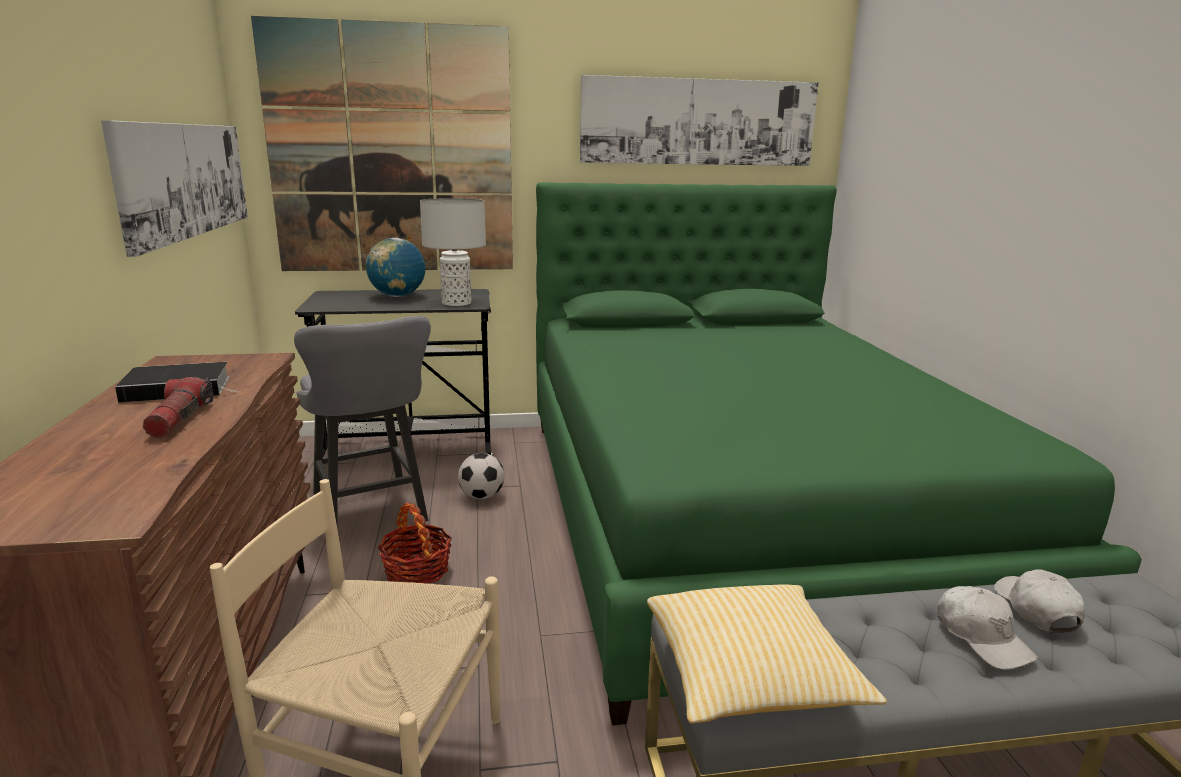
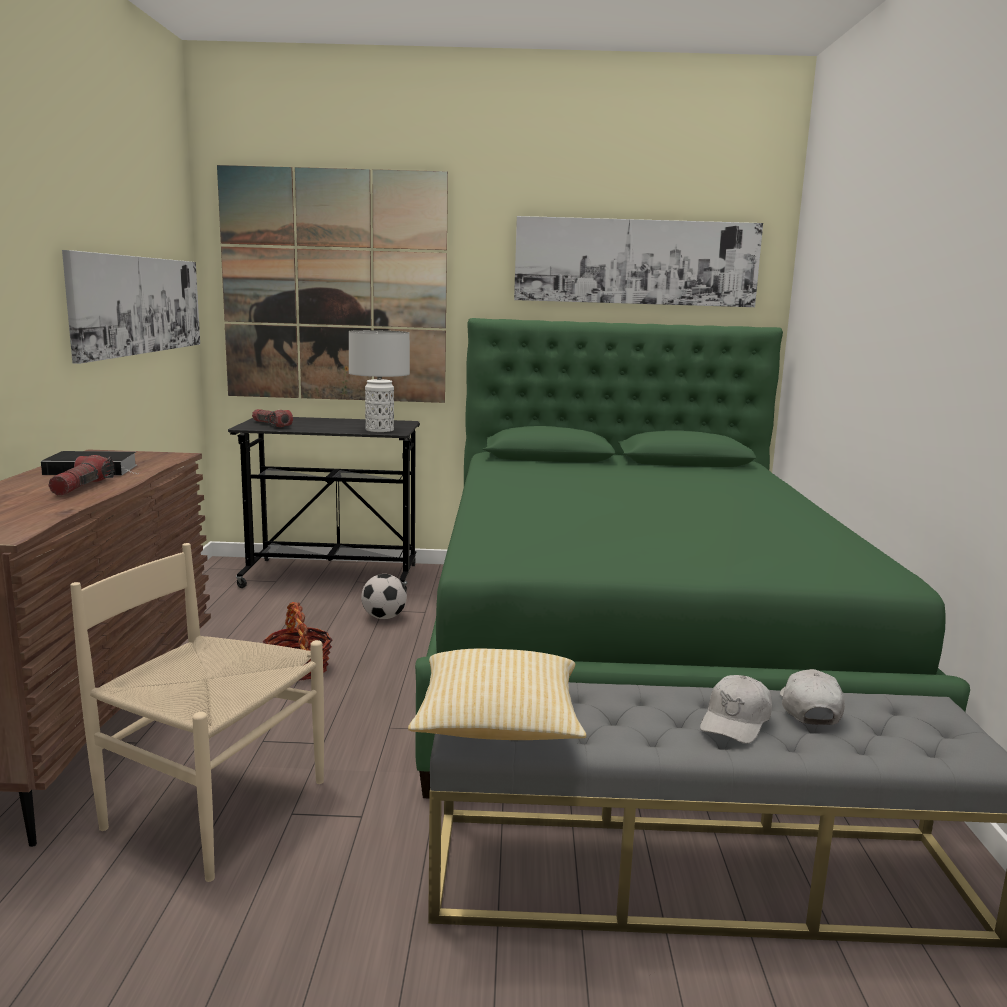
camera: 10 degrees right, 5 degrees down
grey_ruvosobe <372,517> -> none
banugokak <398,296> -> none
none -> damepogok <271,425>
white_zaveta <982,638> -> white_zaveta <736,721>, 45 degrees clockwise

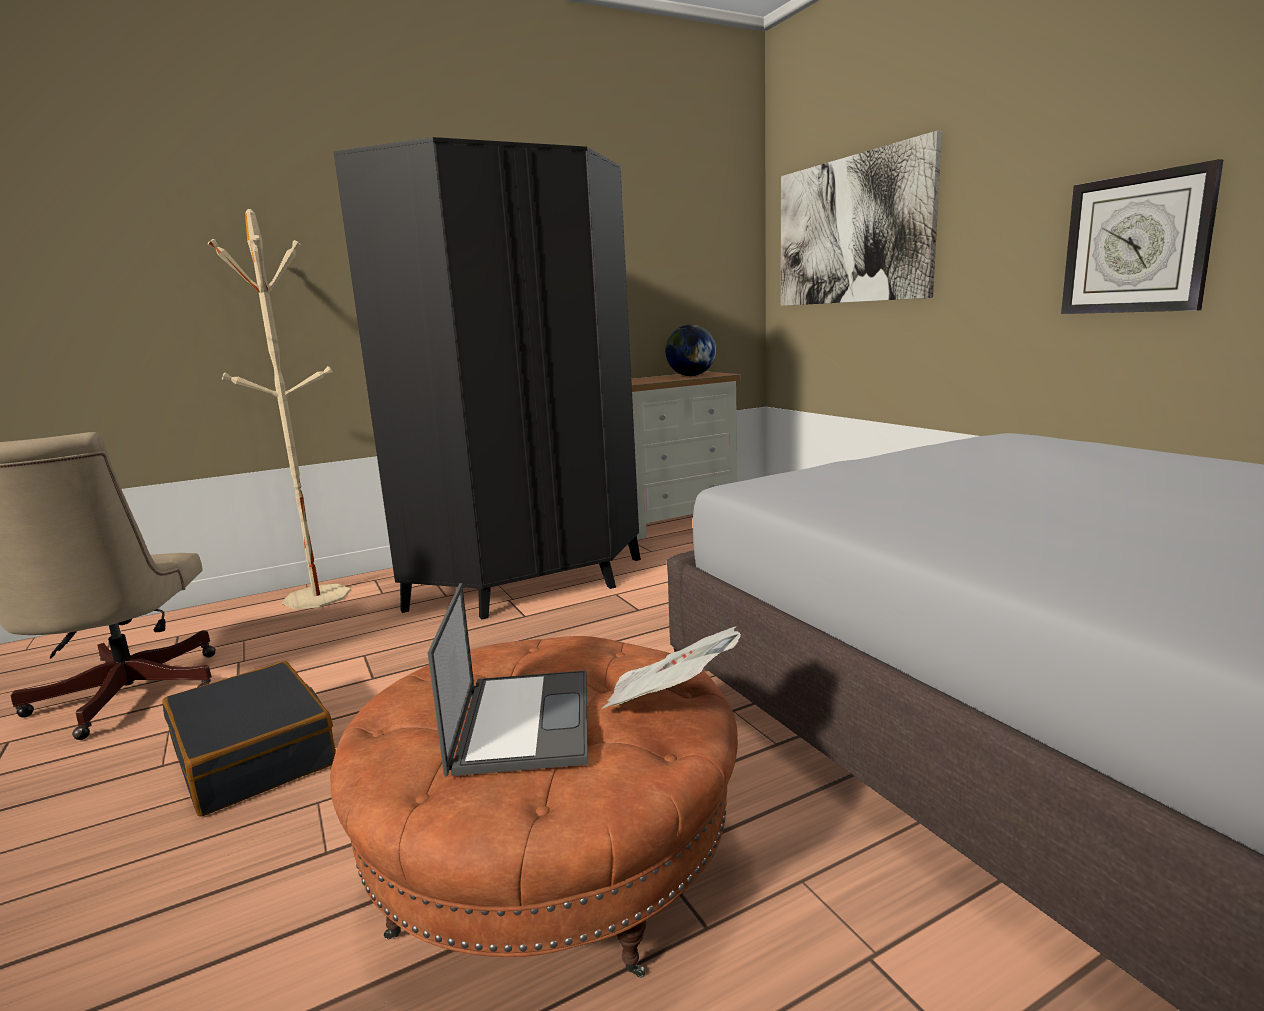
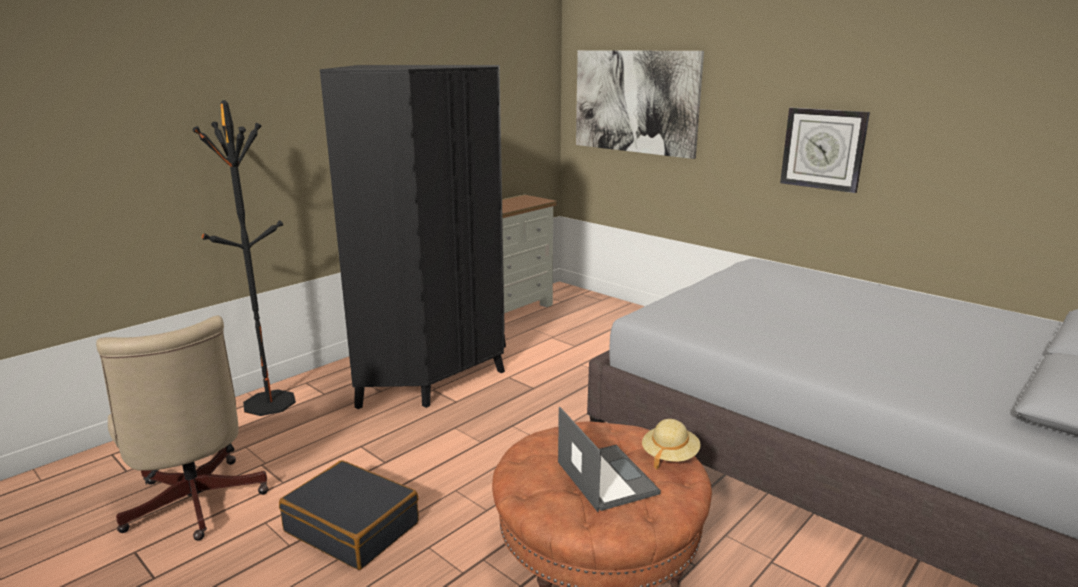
camera: 20 degrees left, 5 degrees up
banugokak <691,376> -> none
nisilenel <669,701> -> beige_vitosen <669,455>
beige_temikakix <317,596> -> black_temikakix <269,402>

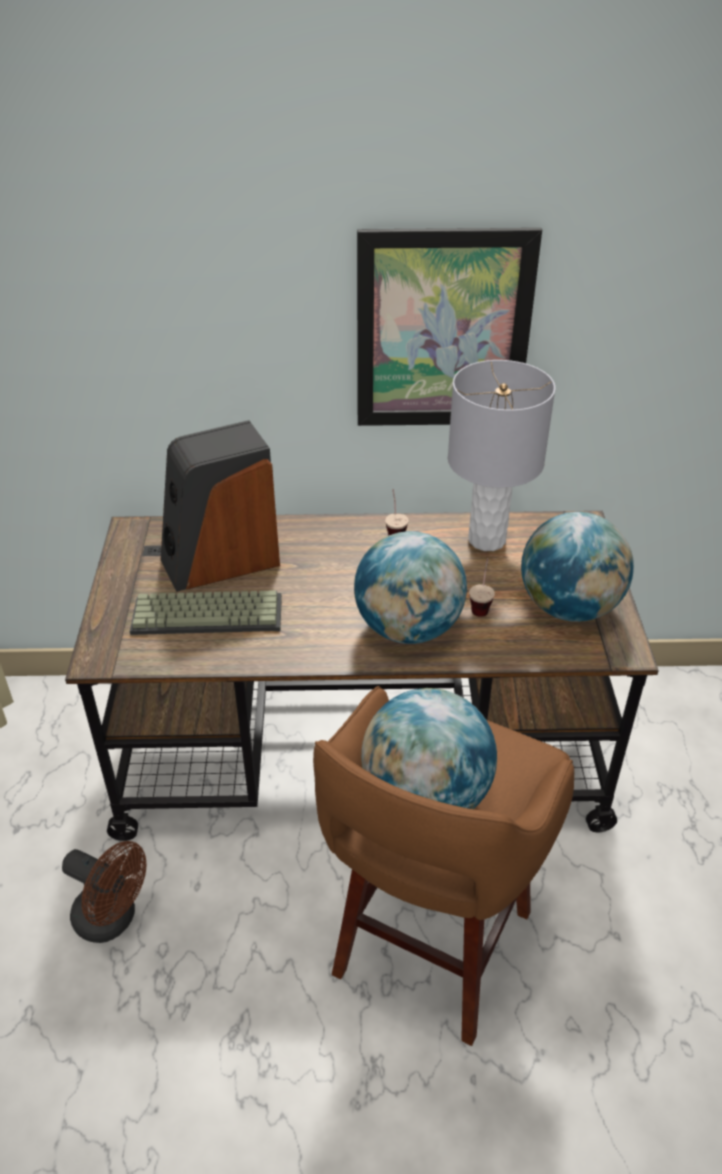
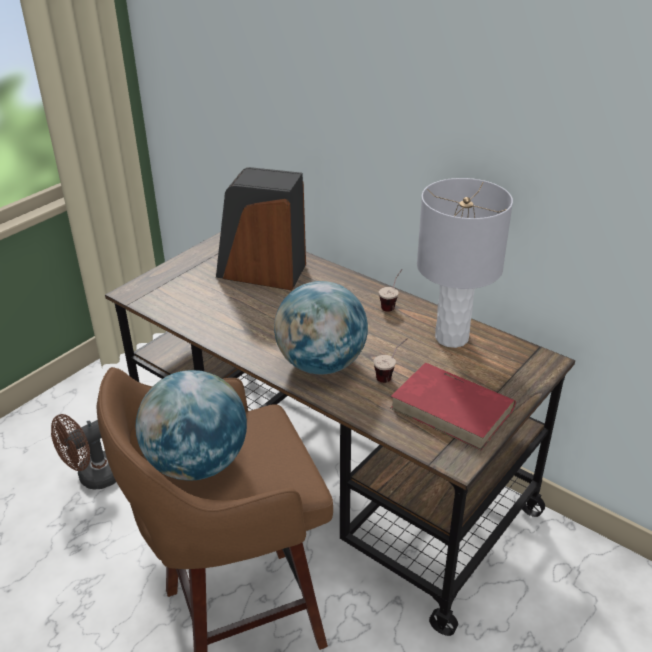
camera: 40 degrees right, 5 degrees down
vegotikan <209,613> -> none
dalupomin <443,331> -> none
banugokak <569,607> -> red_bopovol <453,409>
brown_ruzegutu <113,919> -> brown_ruzegutu <94,478>, 75 degrees clockwise

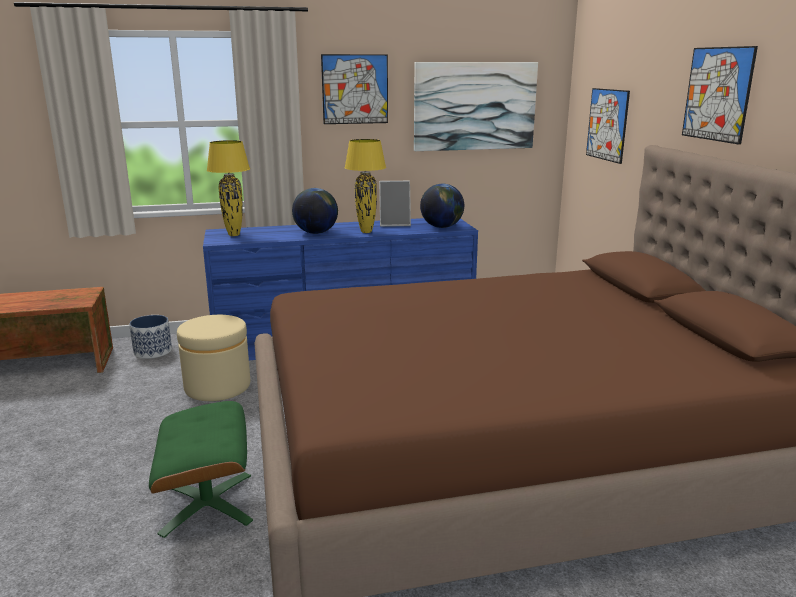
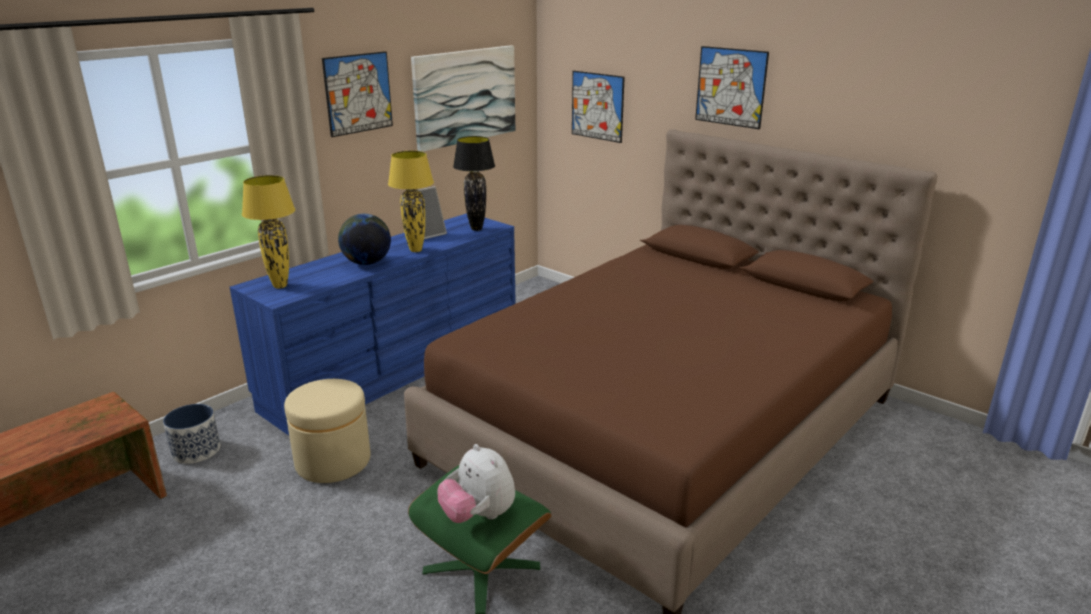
camera: 35 degrees left, 5 degrees up
none -> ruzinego <478,515>
banugokak <441,227> -> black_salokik <476,229>

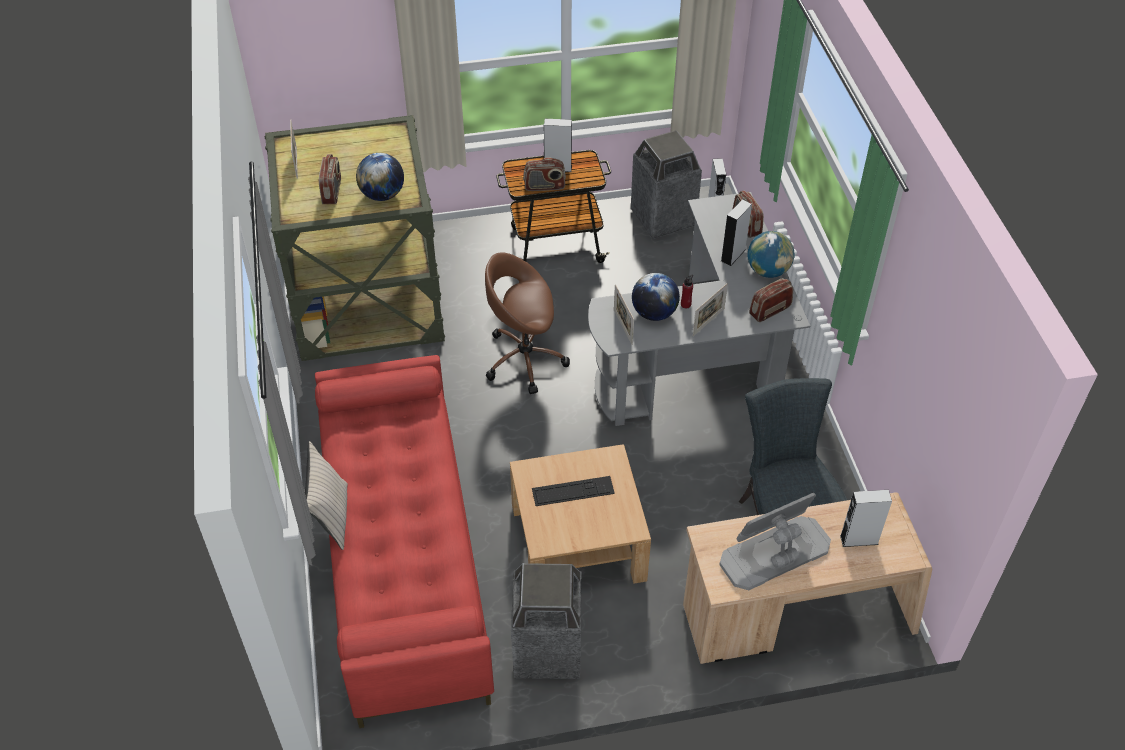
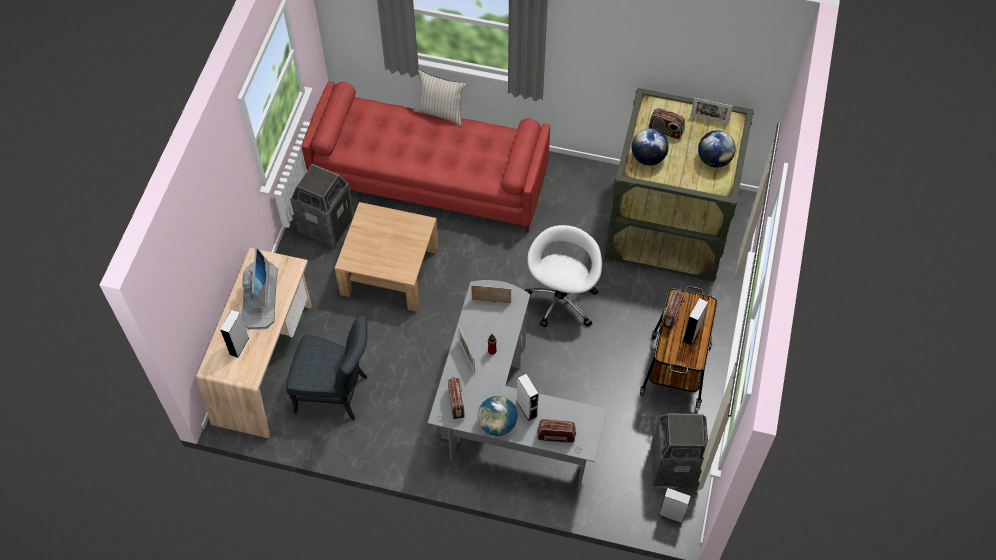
camera: 115 degrees right, 10 degrees up
vegotikan <573,491> -> none
banugokak <654,313> -> banugokak <714,160>, shifted
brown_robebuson <523,359> -> white_robebuson <562,300>

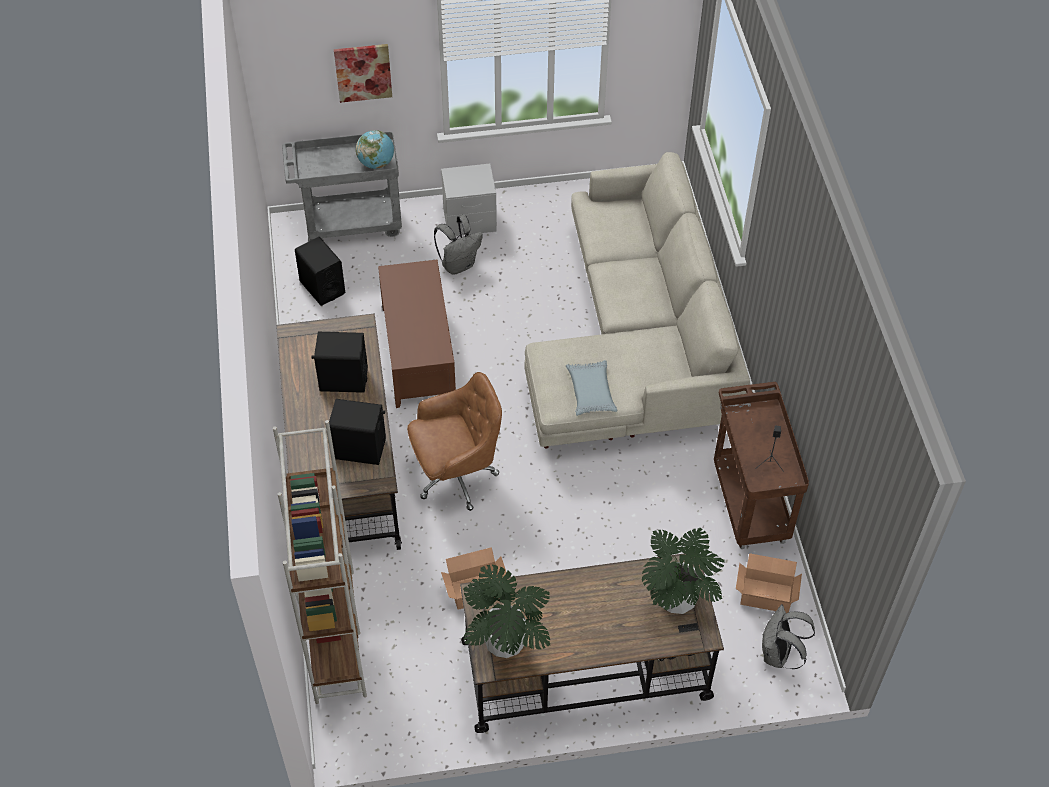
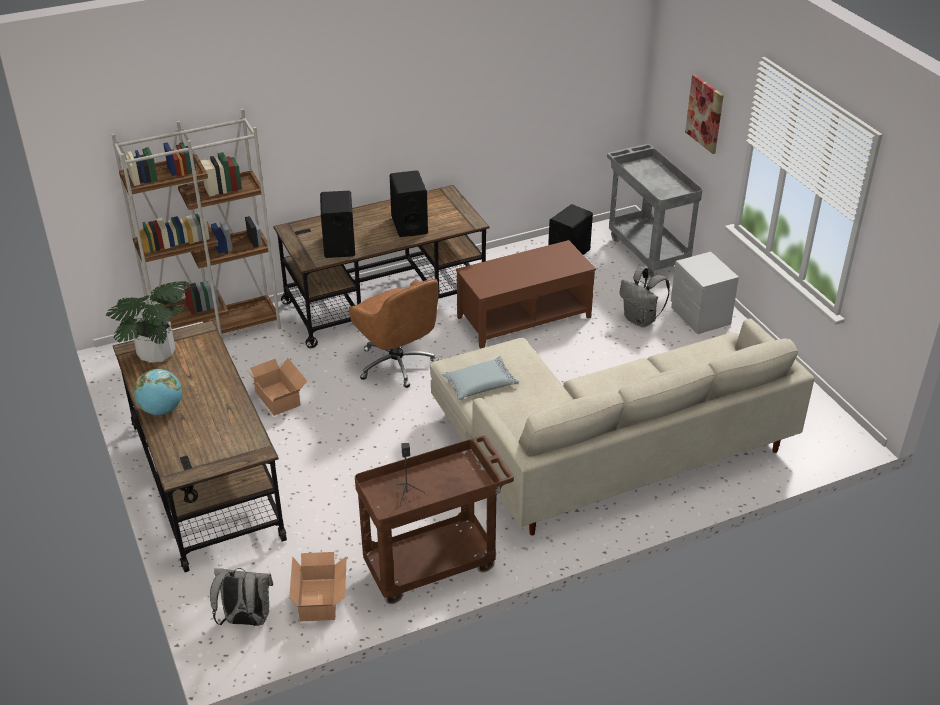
camera: 75 degrees right, 15 degrees down
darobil <677,598> -> none
banugokak <376,163> -> banugokak <162,410>, shifted

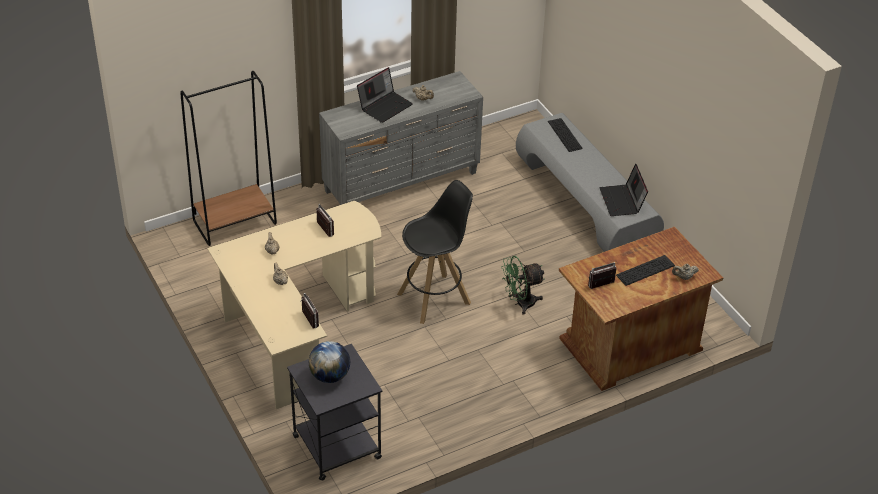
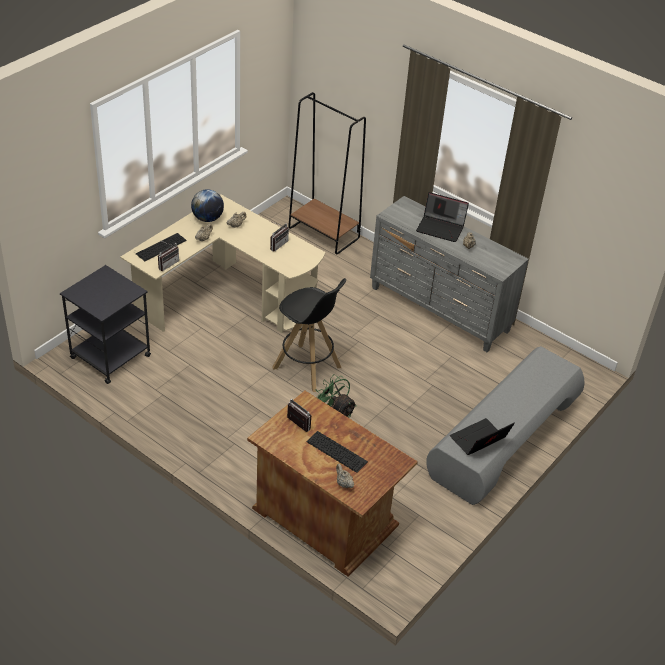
camera: 65 degrees right, 0 degrees up
banugokak <330,376> -> banugokak <208,218>, shifted
vegotikan <565,135> -> vegotikan <161,247>, shifted

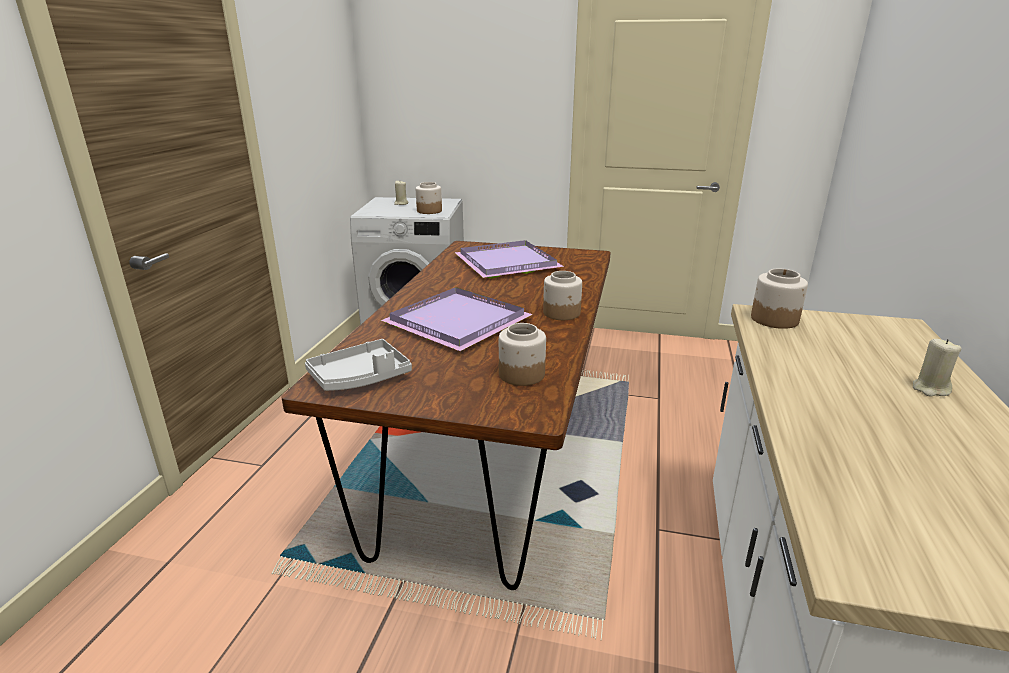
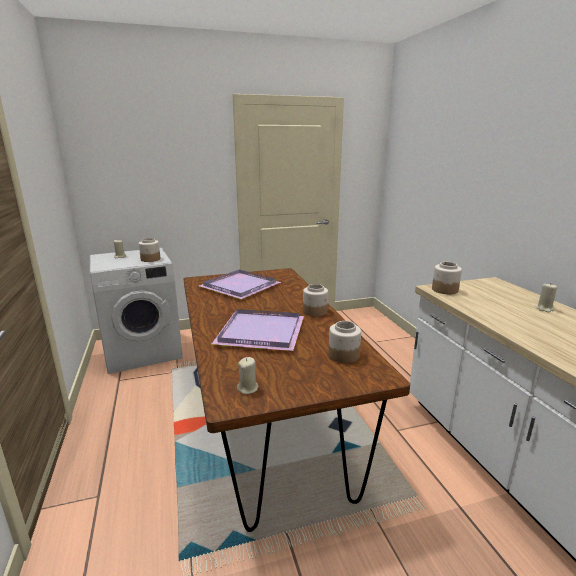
camera: 30 degrees left, 5 degrees down
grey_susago <360,377> -> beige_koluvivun <248,388>

